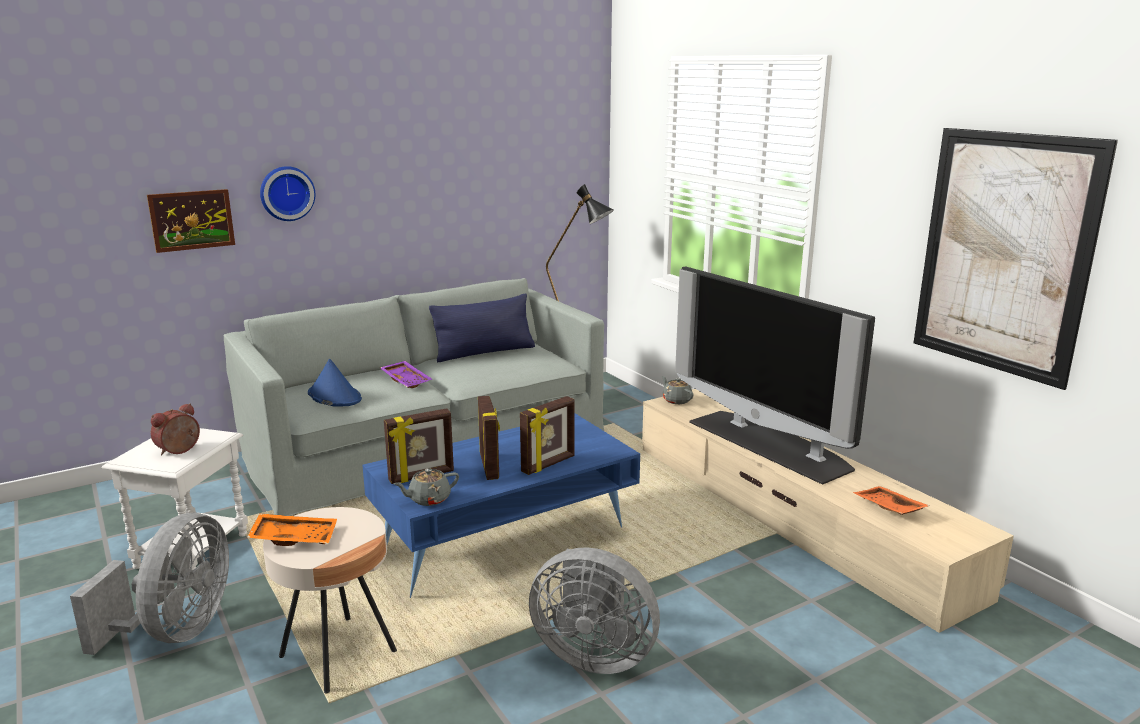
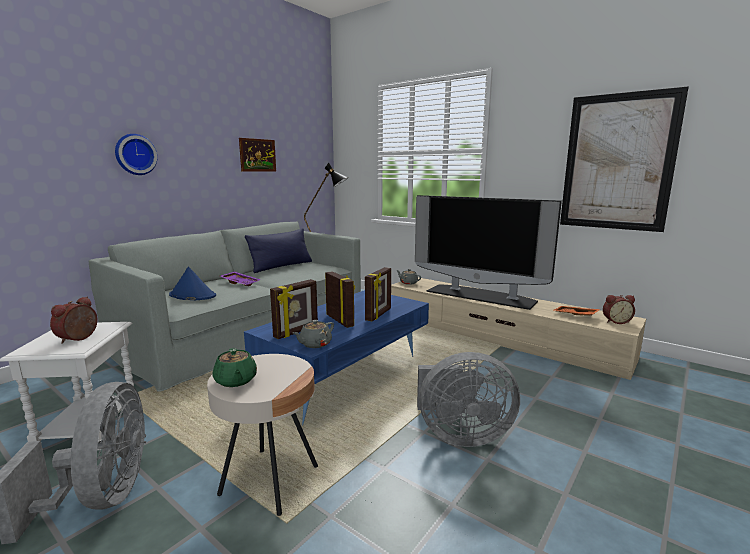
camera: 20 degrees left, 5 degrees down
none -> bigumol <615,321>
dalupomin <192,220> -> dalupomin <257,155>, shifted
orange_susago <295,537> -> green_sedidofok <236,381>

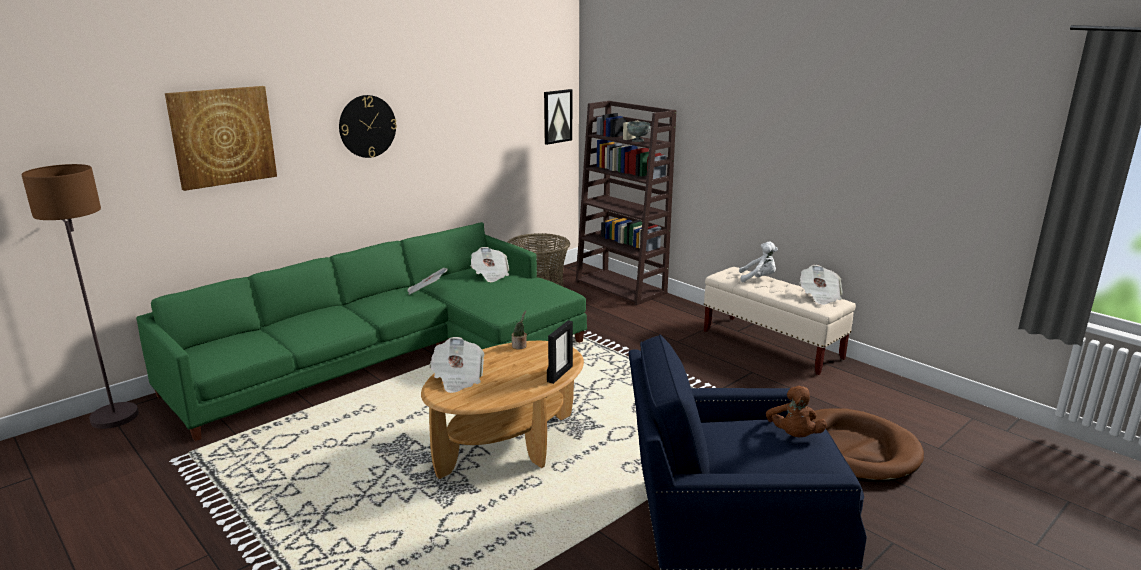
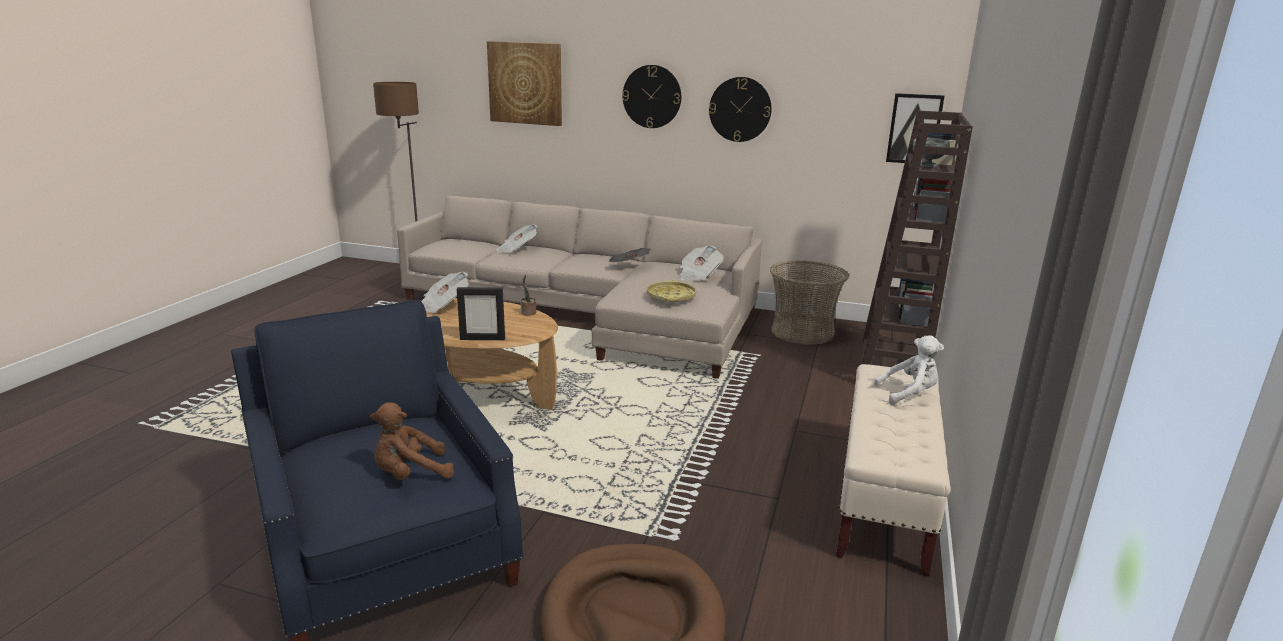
camera: 60 degrees right, 0 degrees up
none -> yellow_susago <671,296>
none -> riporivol <740,109>
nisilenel <819,296> -> nisilenel <517,250>, shifted
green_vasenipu <394,353> -> beige_vasenipu <592,313>
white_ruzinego <758,278> -> white_ruzinego <909,394>, 75 degrees counterclockwise

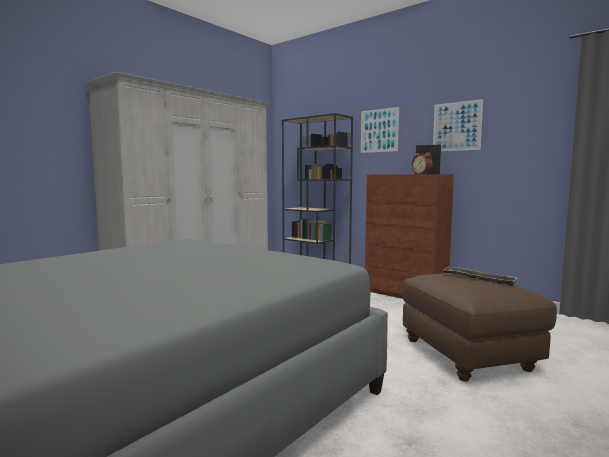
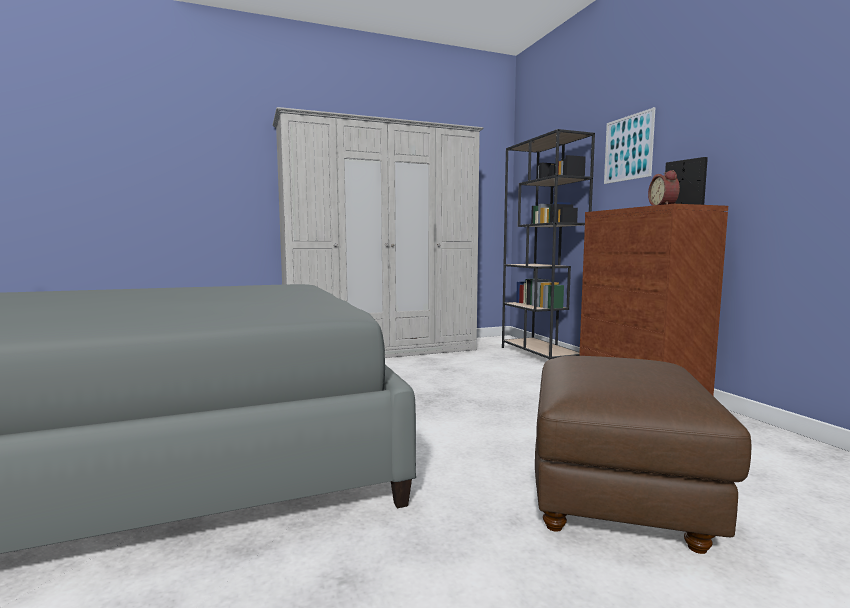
camera: 30 degrees right, 0 degrees up
dalupomin <457,126> -> none
susago <479,279> -> none

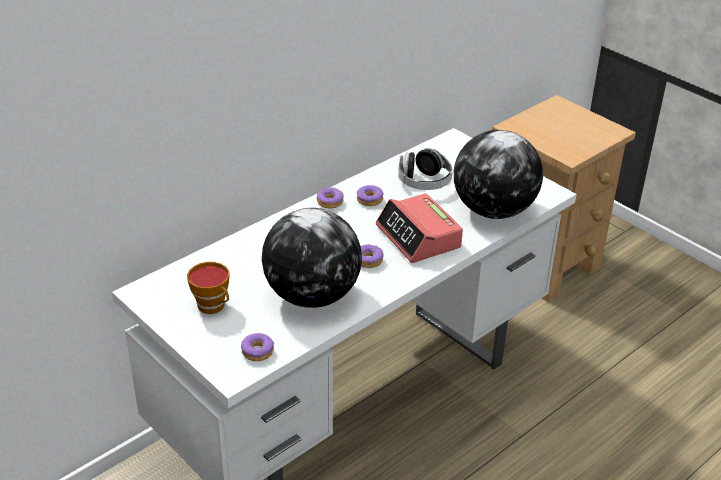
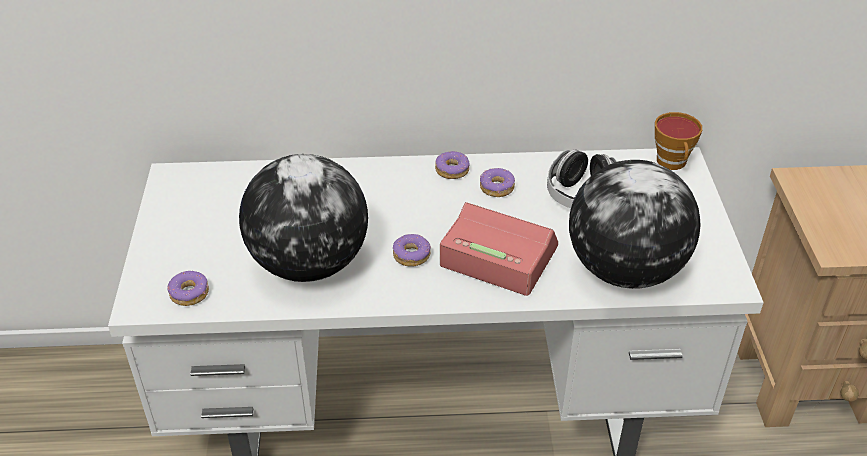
camera: 40 degrees right, 5 degrees up
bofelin <213,306> -> bofelin <673,163>, shifted
bigumol <418,237> -> bigumol <497,257>, 105 degrees clockwise

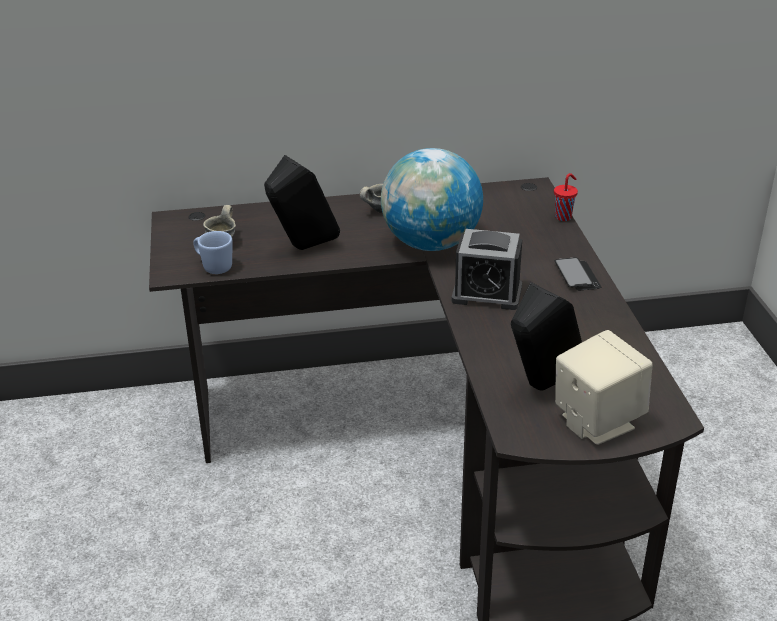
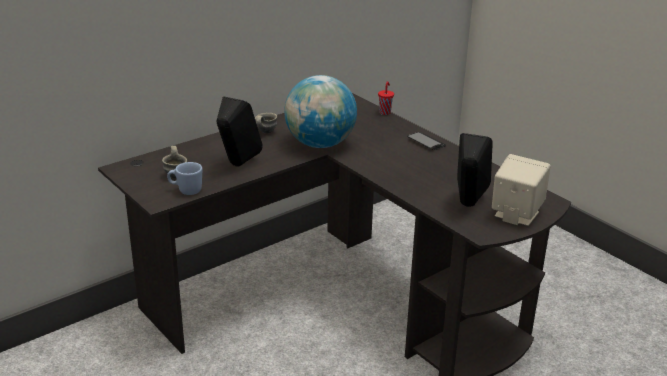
camera: 30 degrees left, 5 degrees down
bigumol <487,293> -> none

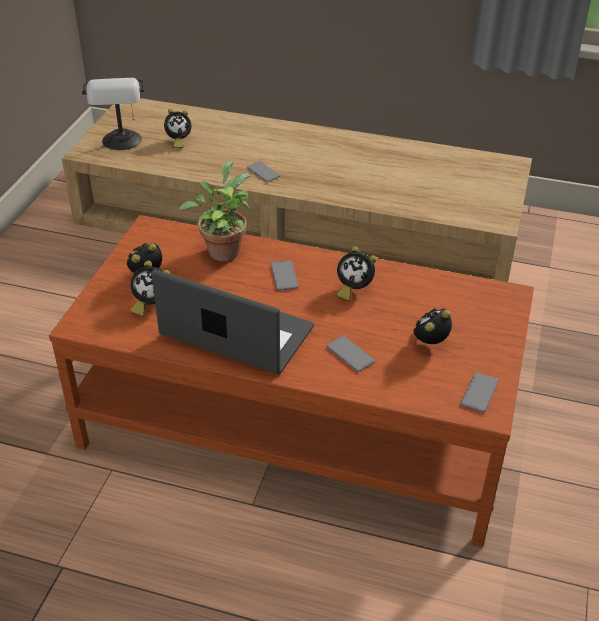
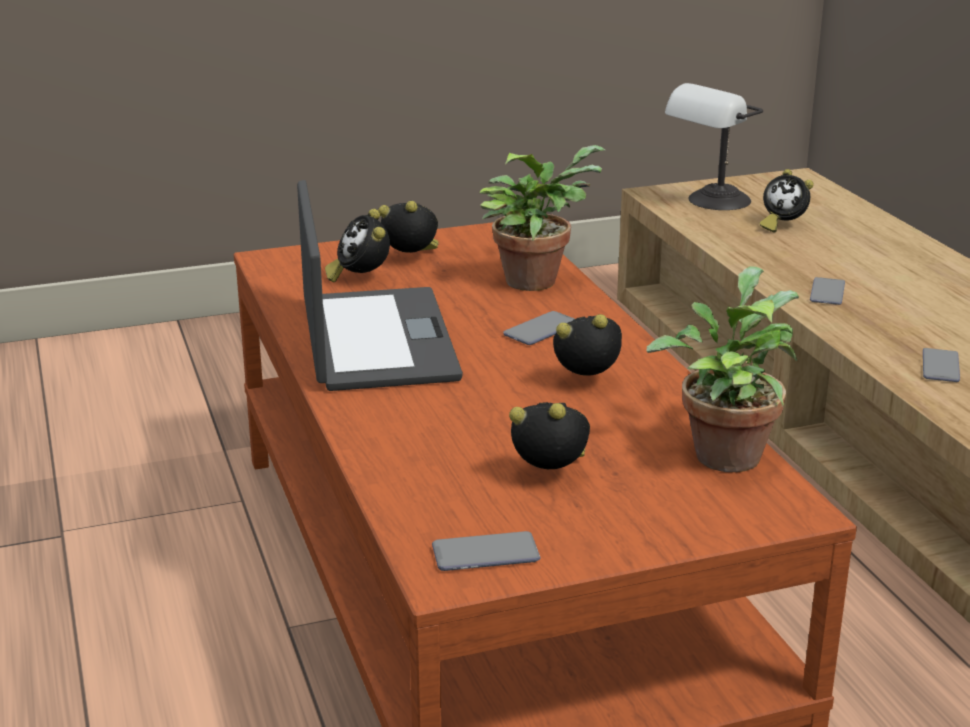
camera: 55 degrees right, 15 degrees down
none -> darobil <725,452>
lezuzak <350,354> -> lezuzak <940,367>, shifted
bigumol <353,289> -> bigumol <588,382>, 105 degrees clockwise

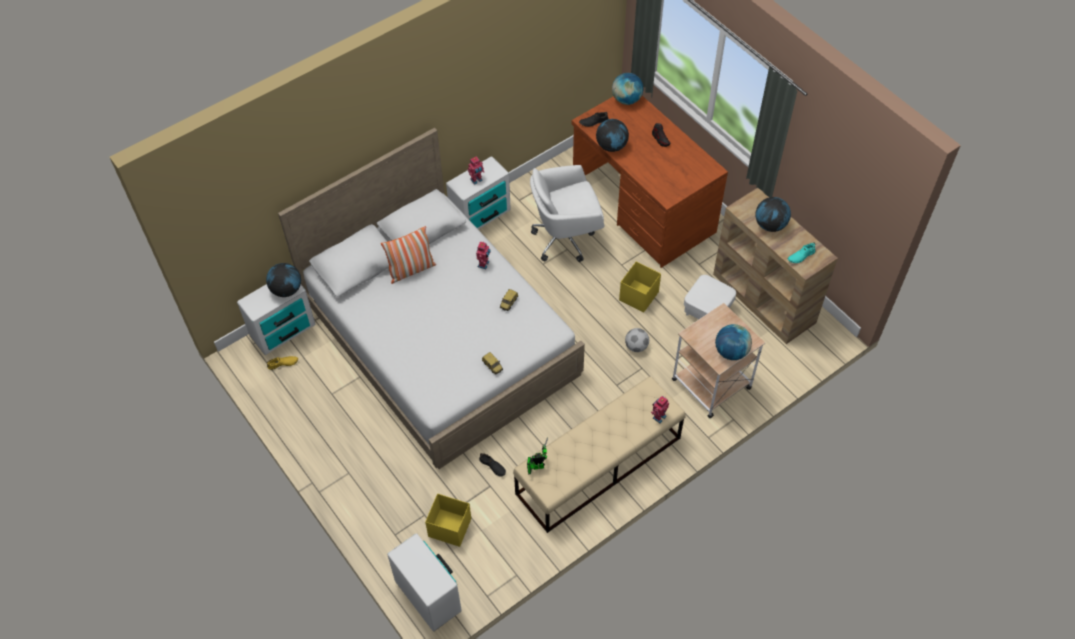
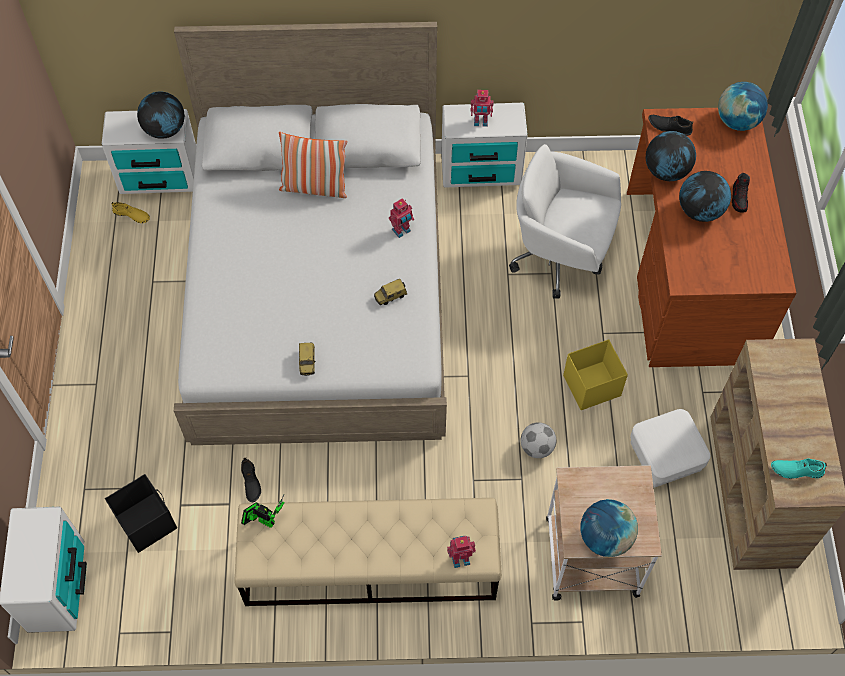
camera: 35 degrees right, 5 degrees up
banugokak <770,225> -> banugokak <700,211>, shifted
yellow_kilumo <449,527> -> black_kilumo <146,521>

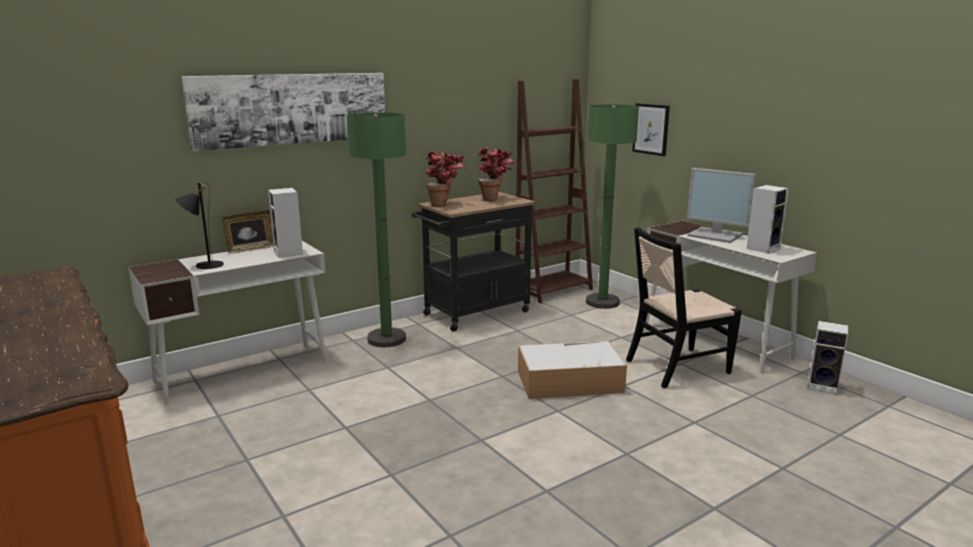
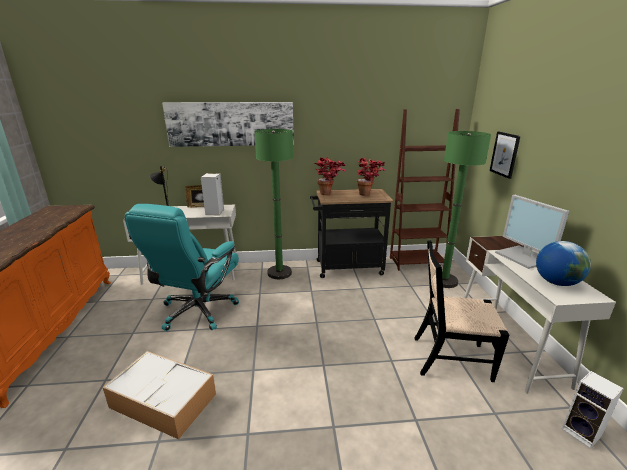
camera: 30 degrees right, 5 degrees up
none -> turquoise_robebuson <198,311>
kilumo <571,381> -> kilumo <165,401>, shifted
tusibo <763,248> -> banugokak <556,282>

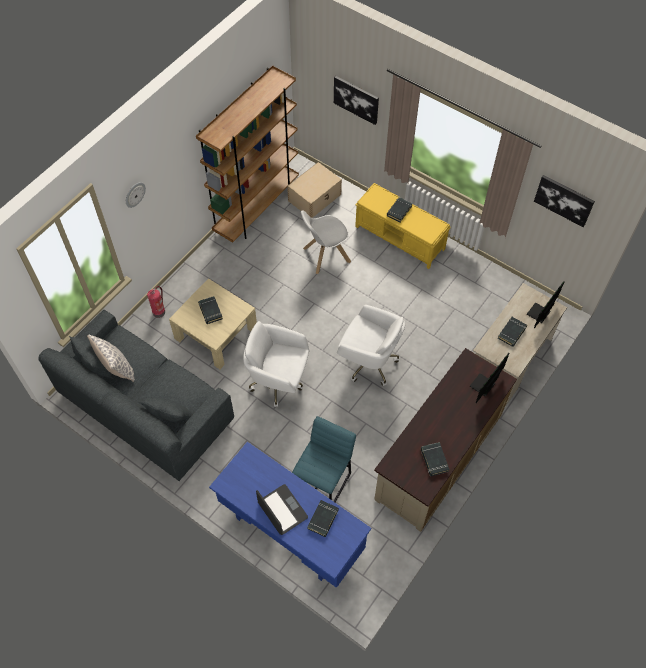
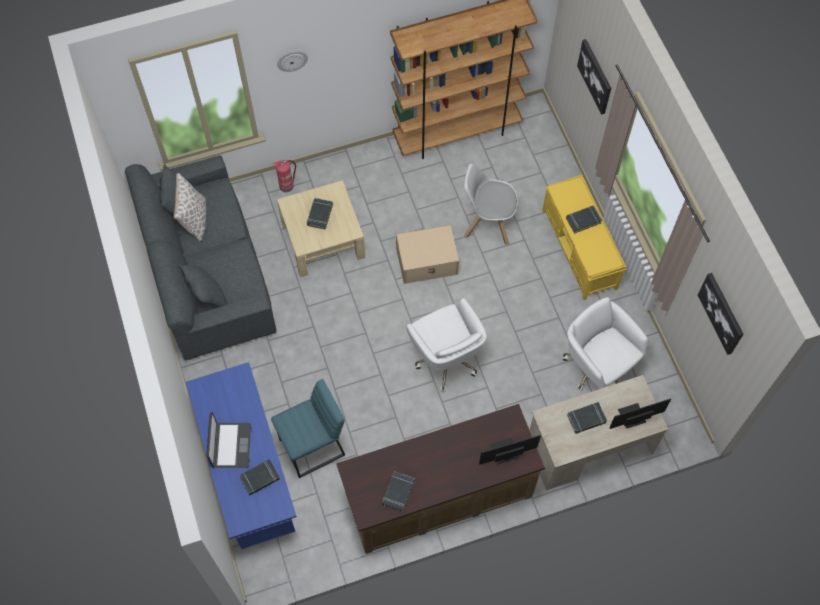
camera: 35 degrees right, 5 degrees up
white_robebuson <278,382> -> white_robebuson <596,368>, shifted
beige_kilumo <315,197> -> beige_kilumo <427,261>, shifted

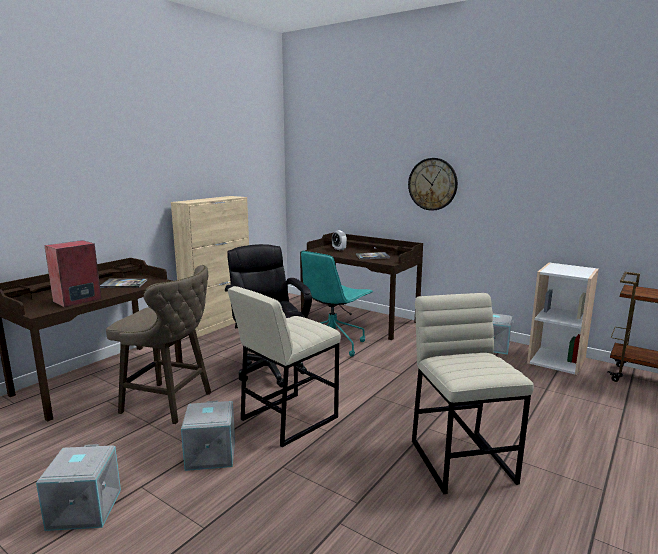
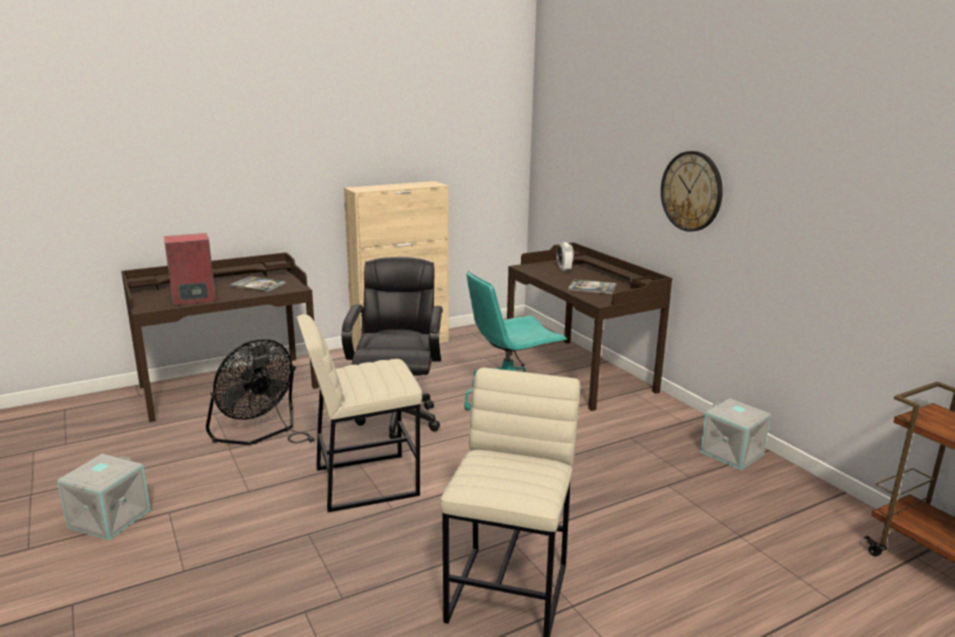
camera: 25 degrees right, 5 degrees up
grey_kilumo <210,454> -> none
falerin <557,360> -> none
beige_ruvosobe <170,403> -> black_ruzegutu <267,431>

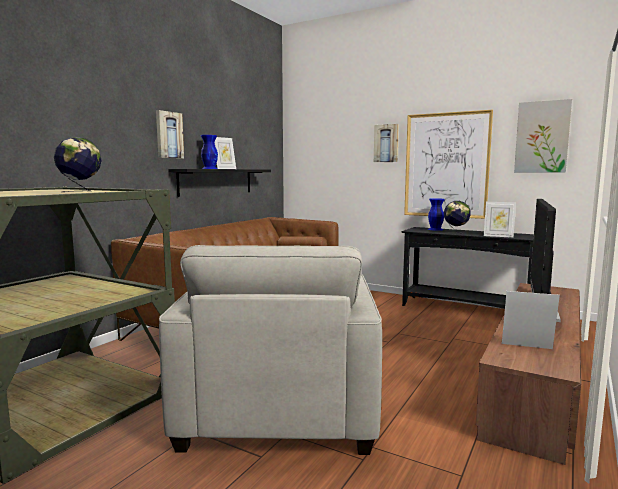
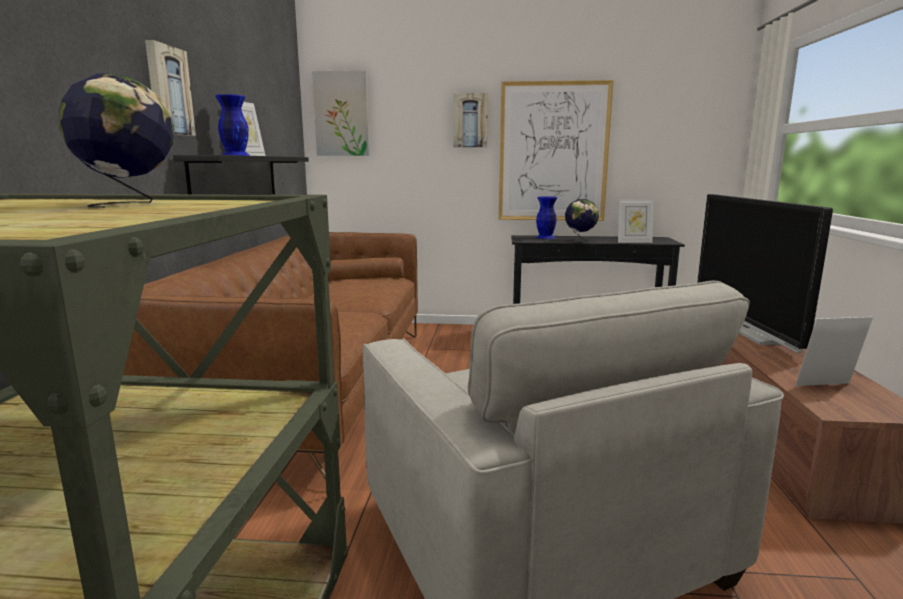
camera: 25 degrees left, 5 degrees up
dalupomin <542,137> -> dalupomin <342,114>, shifted

